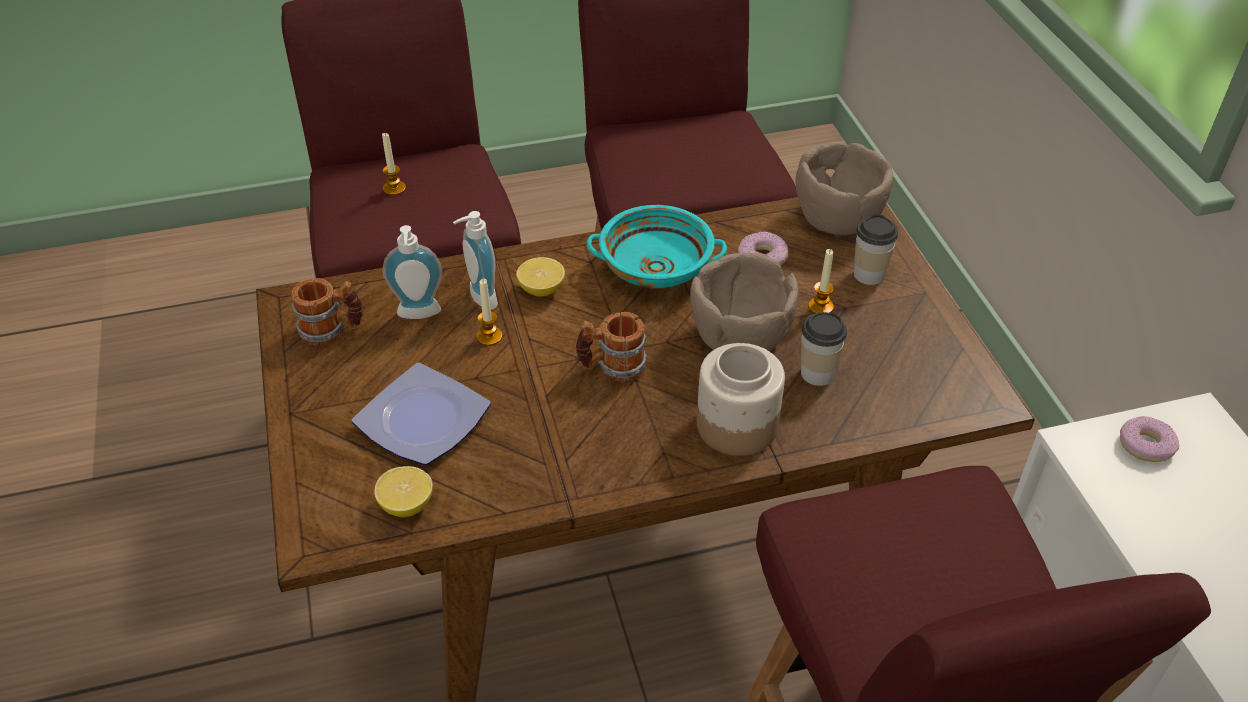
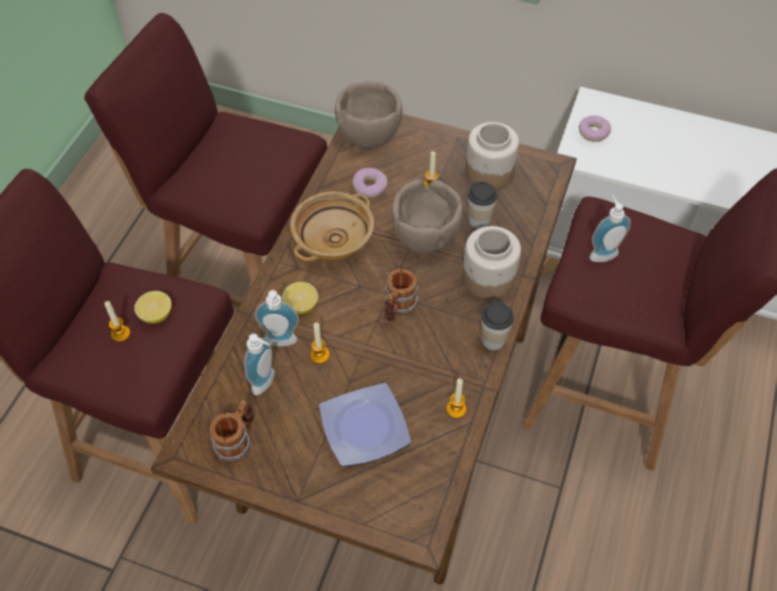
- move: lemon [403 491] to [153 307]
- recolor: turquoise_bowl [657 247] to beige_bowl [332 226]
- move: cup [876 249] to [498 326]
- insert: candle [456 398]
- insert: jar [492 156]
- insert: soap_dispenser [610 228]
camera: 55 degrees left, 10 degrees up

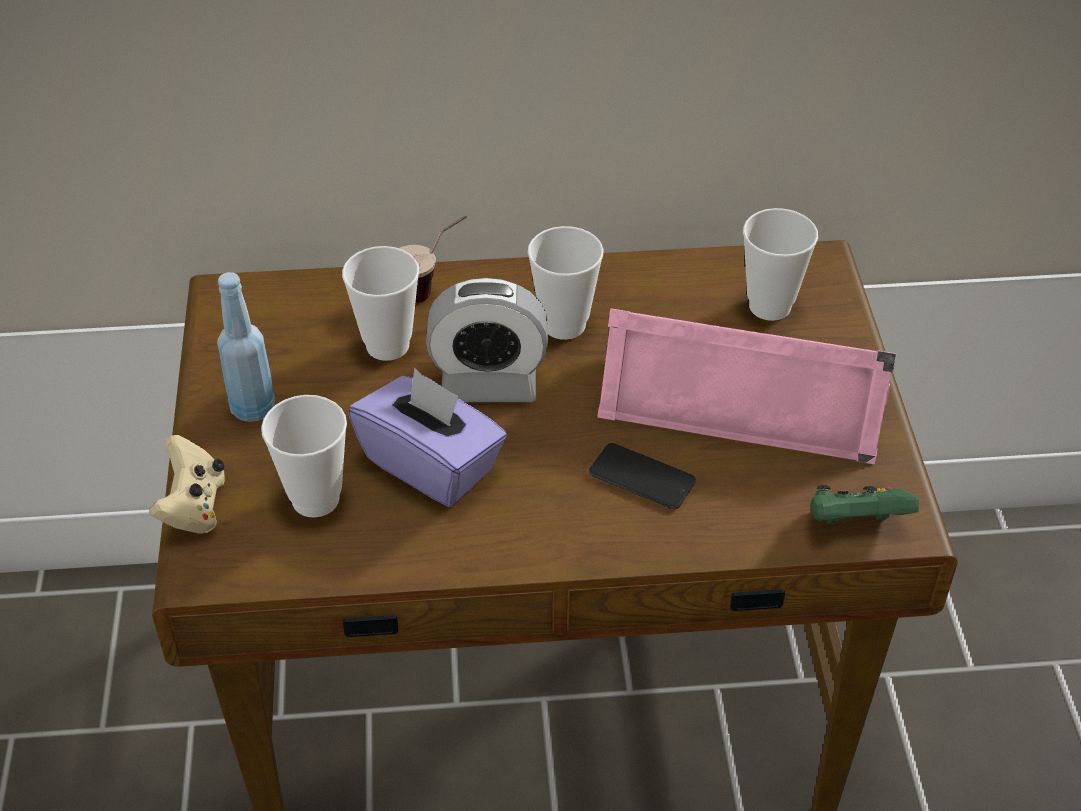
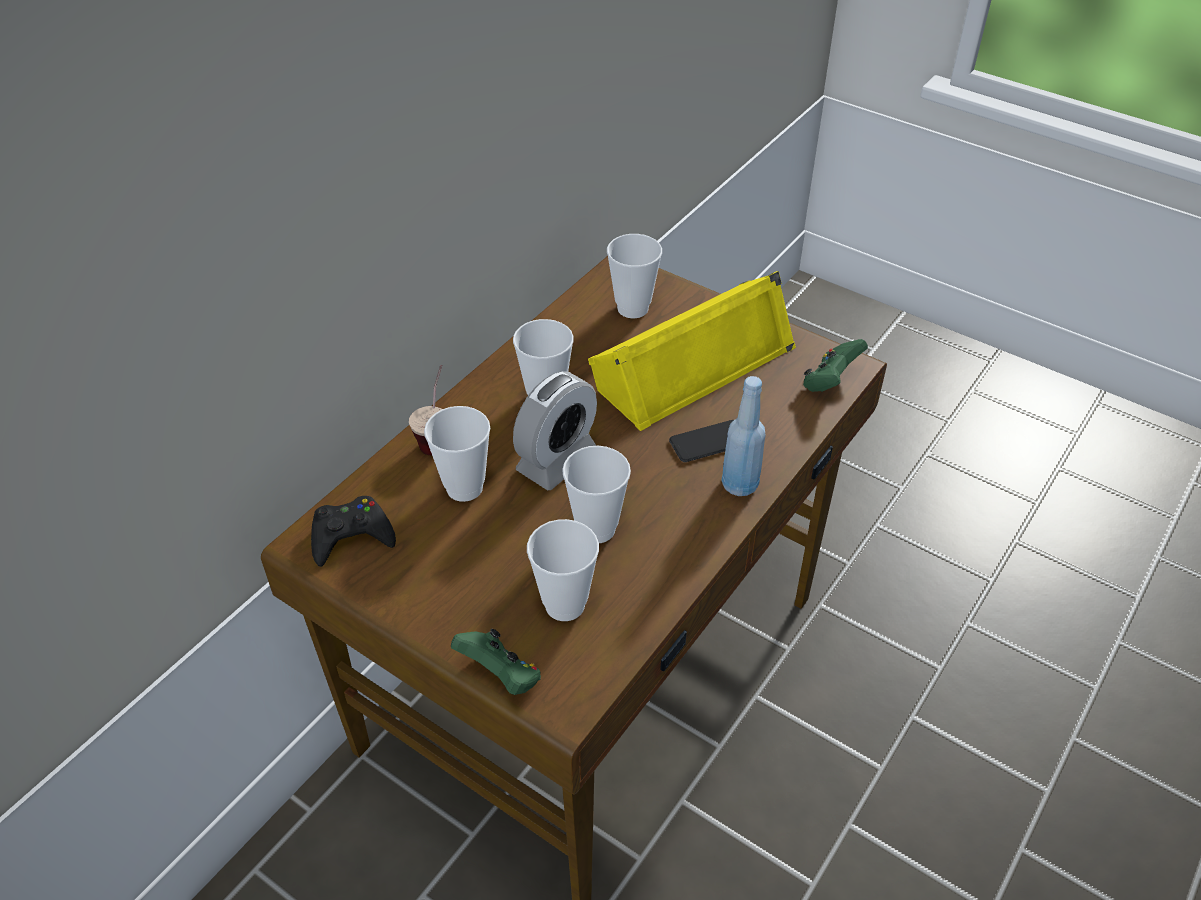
- recolor: beige_game_controller [187 484] to green_game_controller [496 662]
- move: blue_bottle [246 347] to [743 436]
- replace: purple_tissue_box [427 437] to cup [596 494]
- recolor: pink_speaker [747 386] to yellow_speaker [692 351]
- insert: black_game_controller [353 531]
camera: 50 degrees left, 0 degrees up

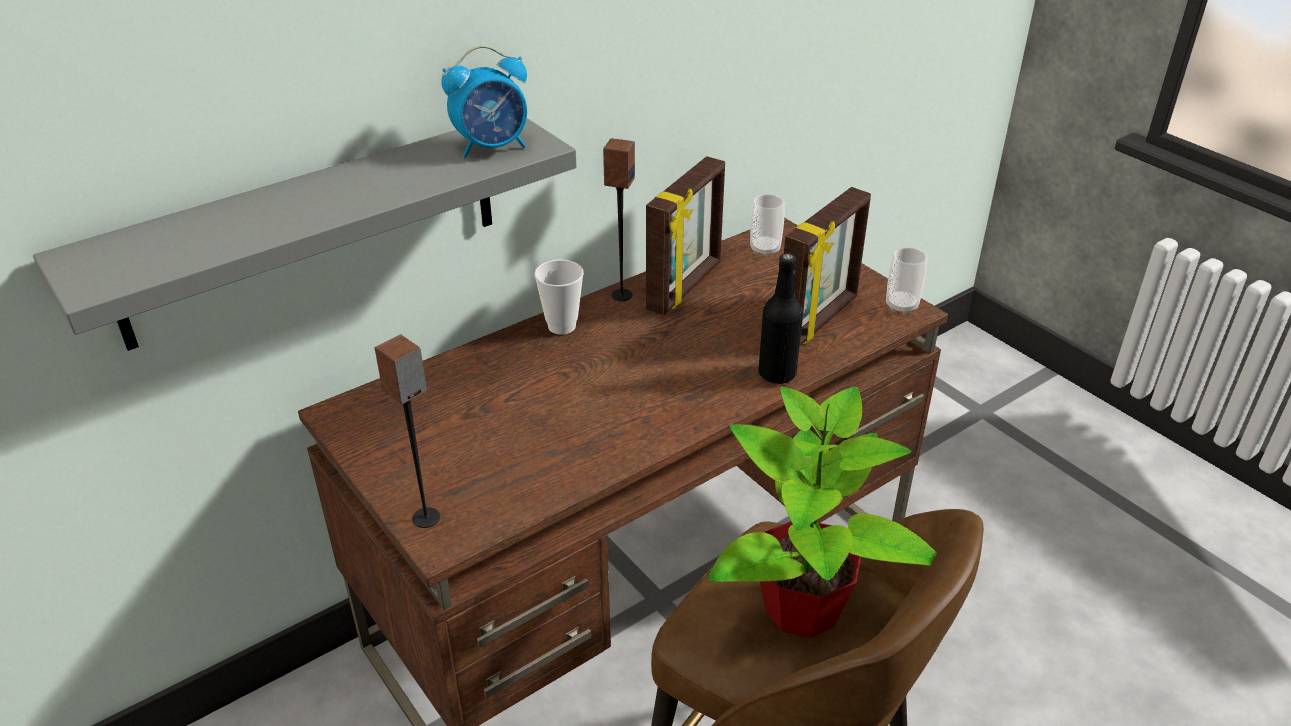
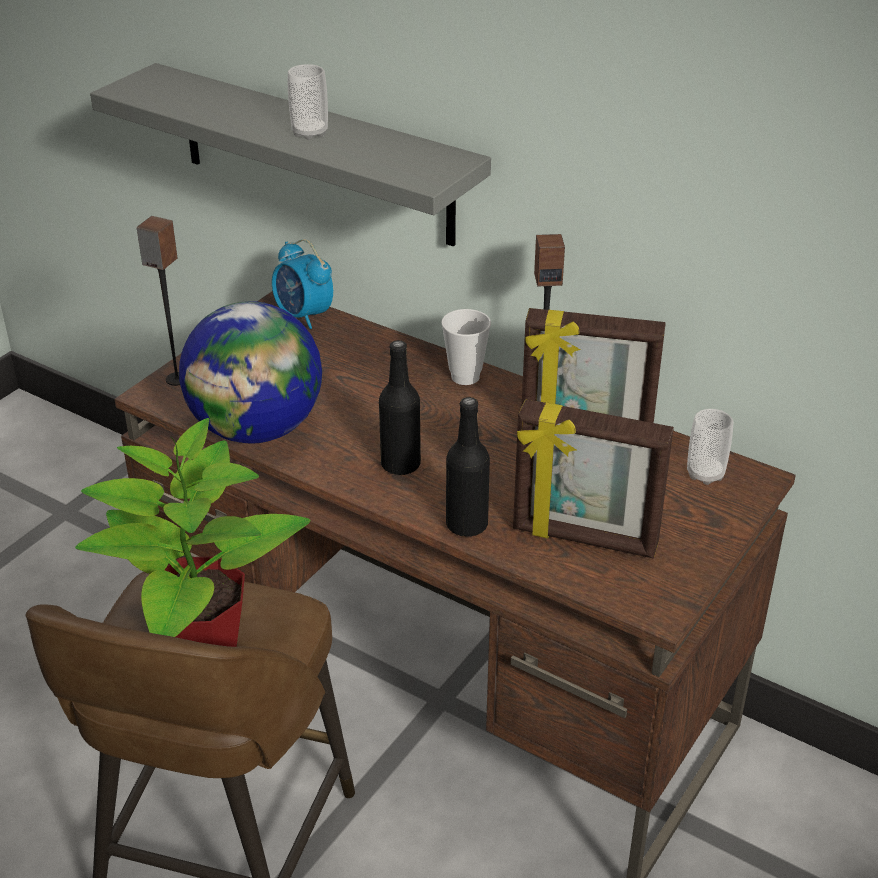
- move: alarm_clock [484 101] to [302 284]
- move: cup [906 280] to [308 102]
- insert: globe [250 372]
- insert: black_bottle [400 407]
camera: 70 degrees right, 0 degrees up

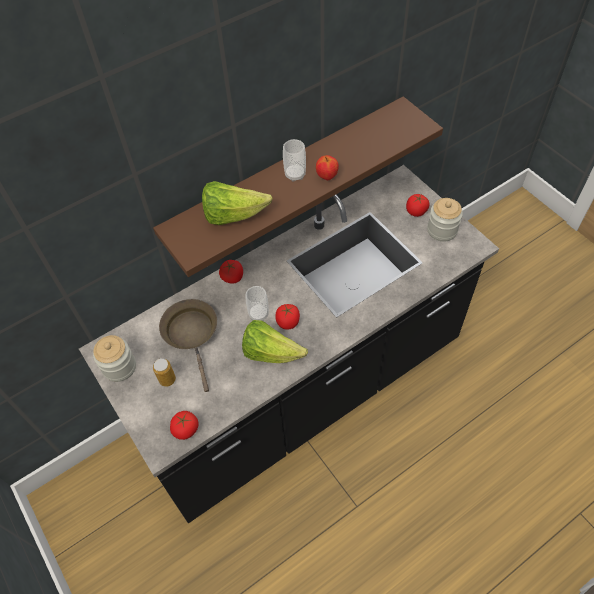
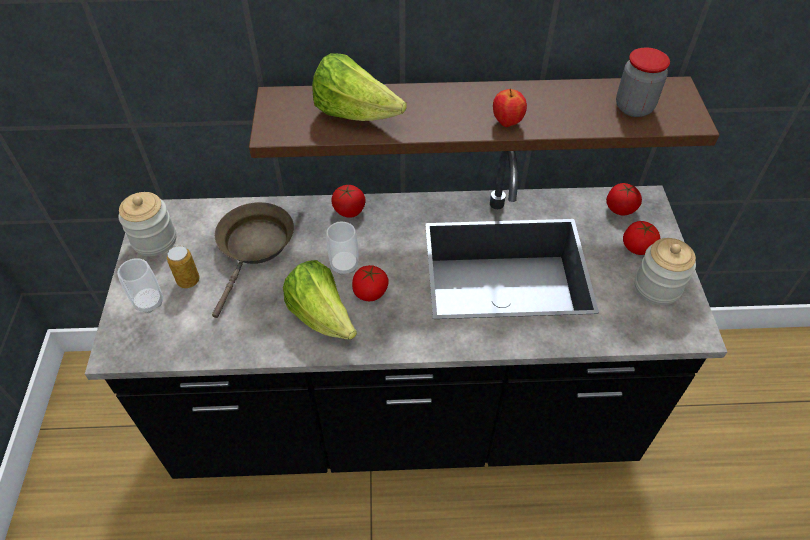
- move: tomato [184 425] to [624 199]
- move: cup [294 160] to [140 285]
- insert: jar [643 82]
camera: 30 degrees right, 5 degrees down

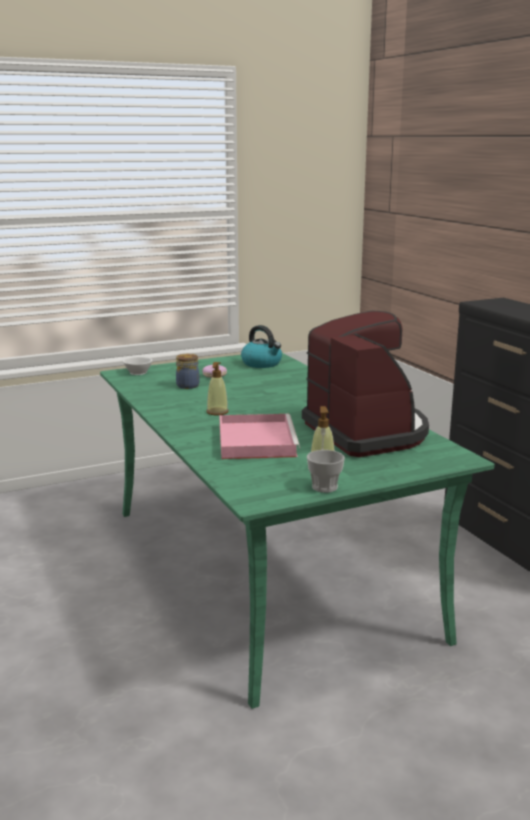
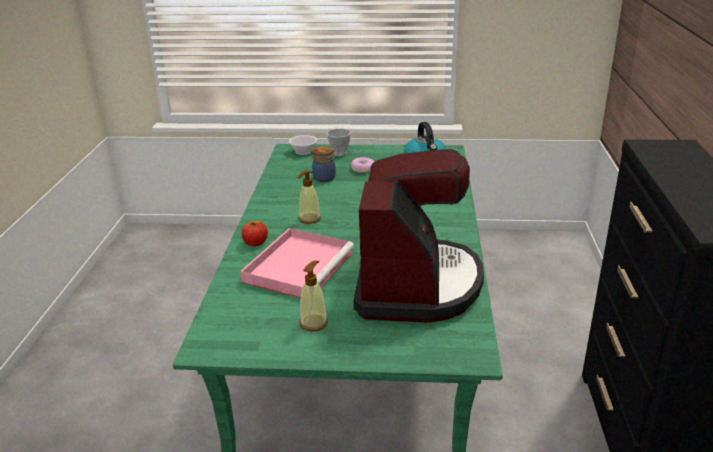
- move: cup [326 471] to [339 142]
- insert: apple [254 233]
camera: 30 degrees right, 10 degrees up

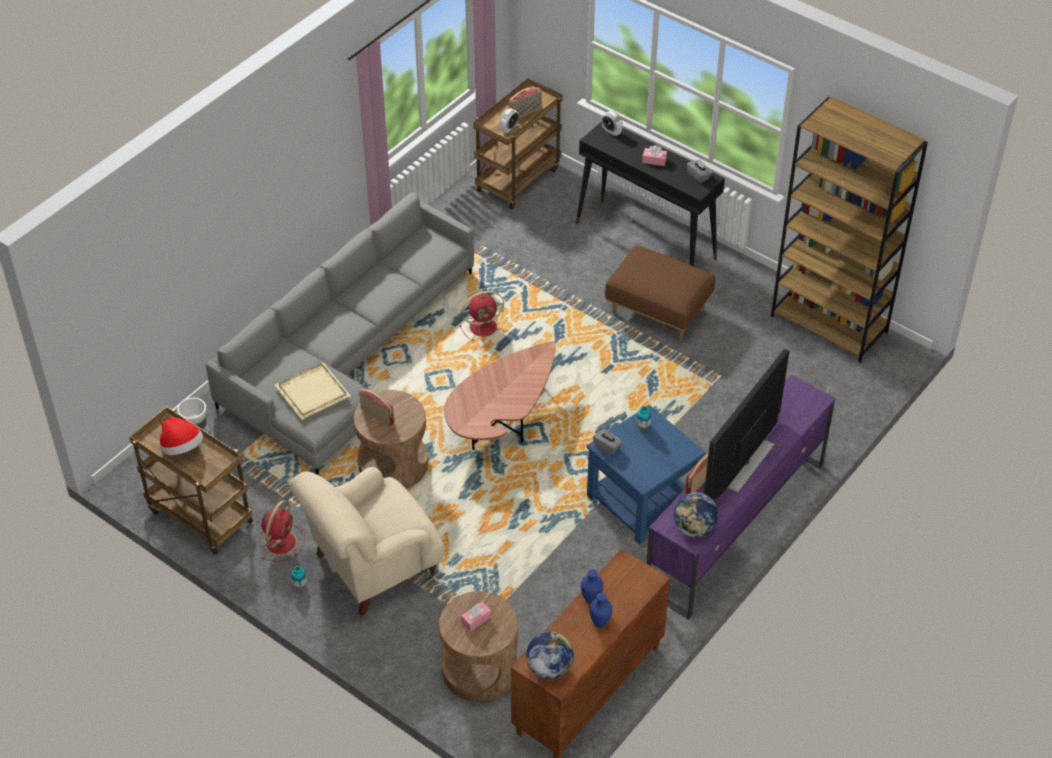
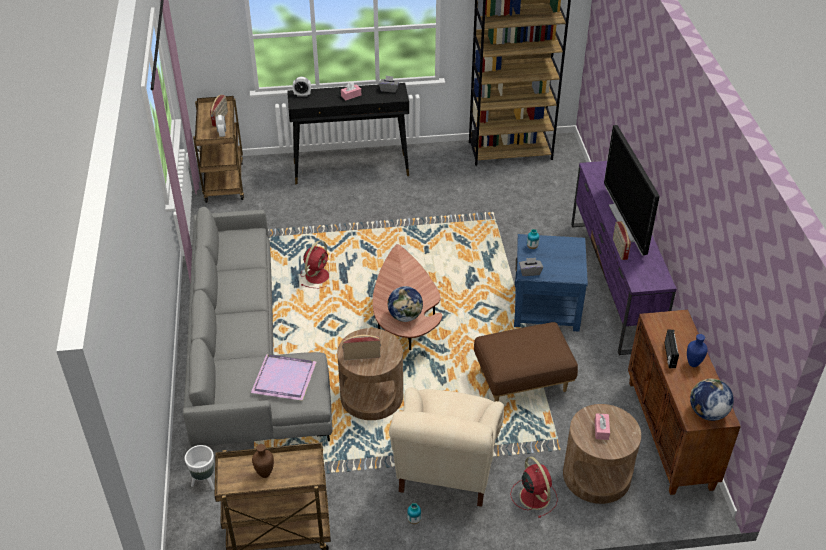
- replace: hat [181 436] to brown_vase [263 461]
- move: red_fan [282 531] to [534 487]
- recolor: beige_tray [313 391] to purple_tray [284 377]
- replace: blue_vase [592 586] to radio [672 348]
- move: brown_ottoman [660 293] to [526 362]
- move: globe [696 514] to [405 304]
camera: 45 degrees left, 5 degrees down

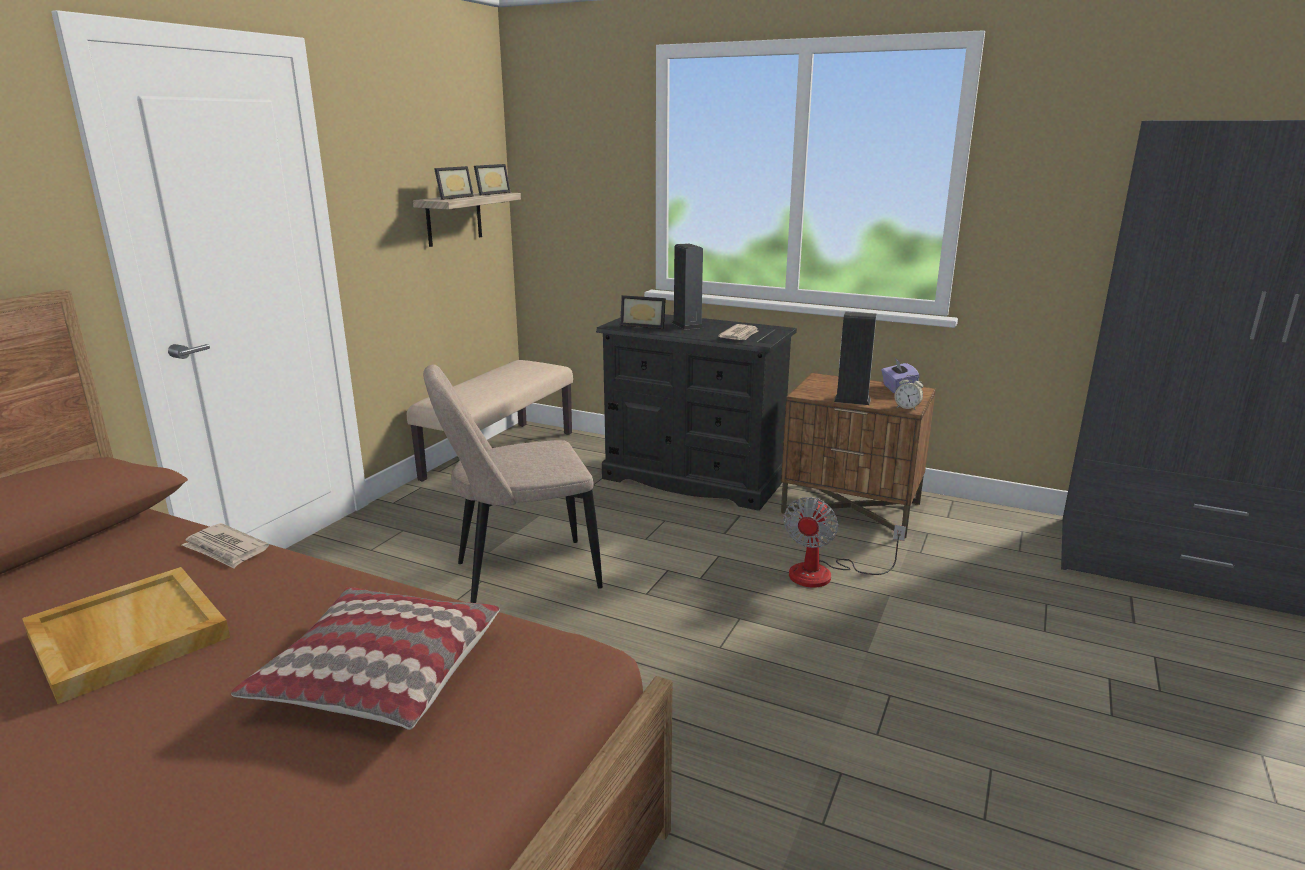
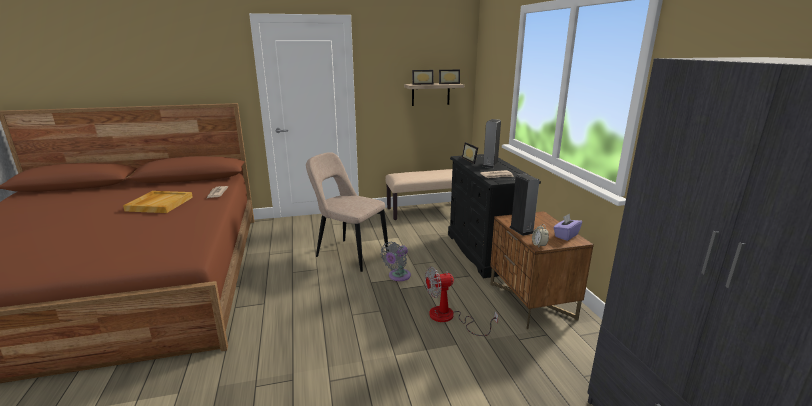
- delete: pillow [365 658]
- insert: grey_fan [396 261]
camera: 50 degrees right, 0 degrees up

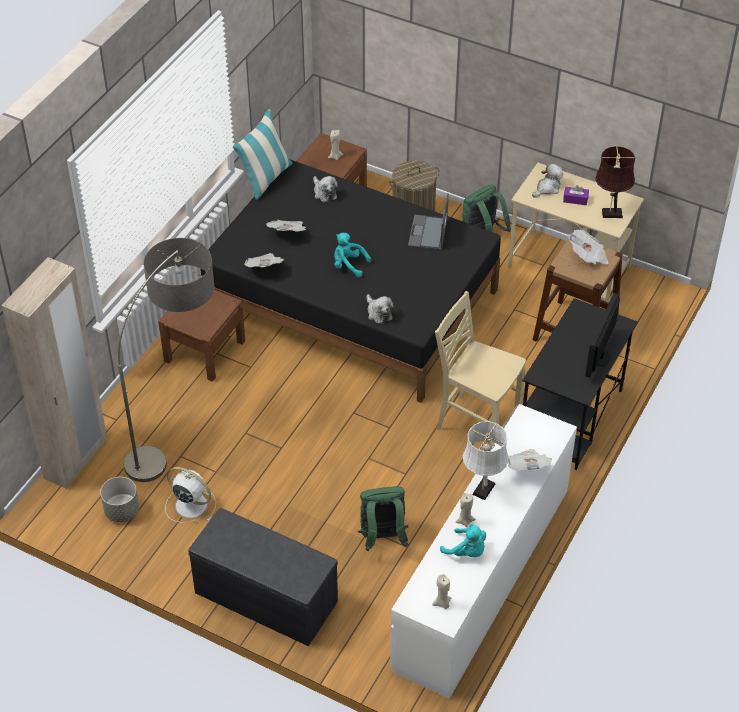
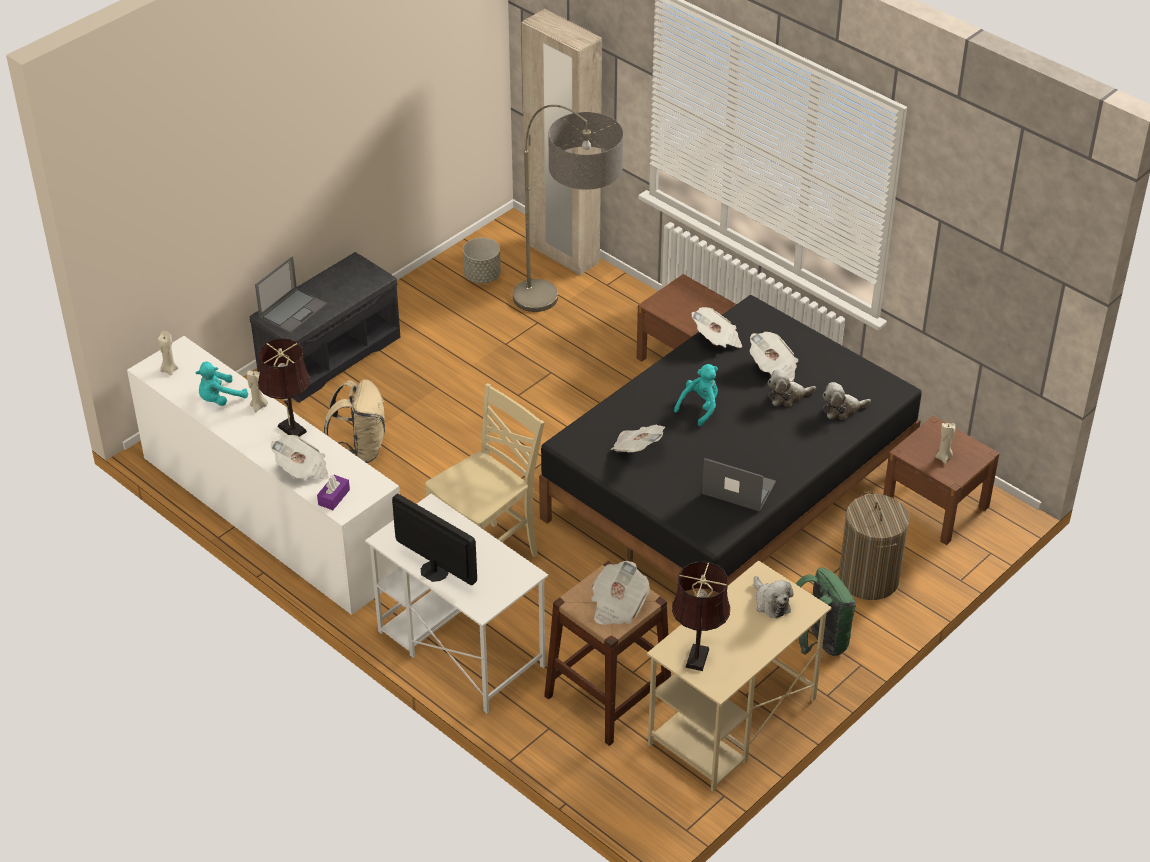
- delete: white_fan [190 495]
- delete: pillow [262 154]
- recolor: green_backpack [383 518] to beige_backpack [354 421]
- move: plush_toy [380 309] to [792 388]
- recolor: white_table_lamp [486 460] to brown_table_lamp [284 387]
- recolor: black_desk [579 384] to white_desk [456 603]
- move: purple_tissue_box [576 195] to [333 492]
- insert: laptop [291 294]
- insert: newspaper [637 438]
camera: 105 degrees right, 5 degrees down

